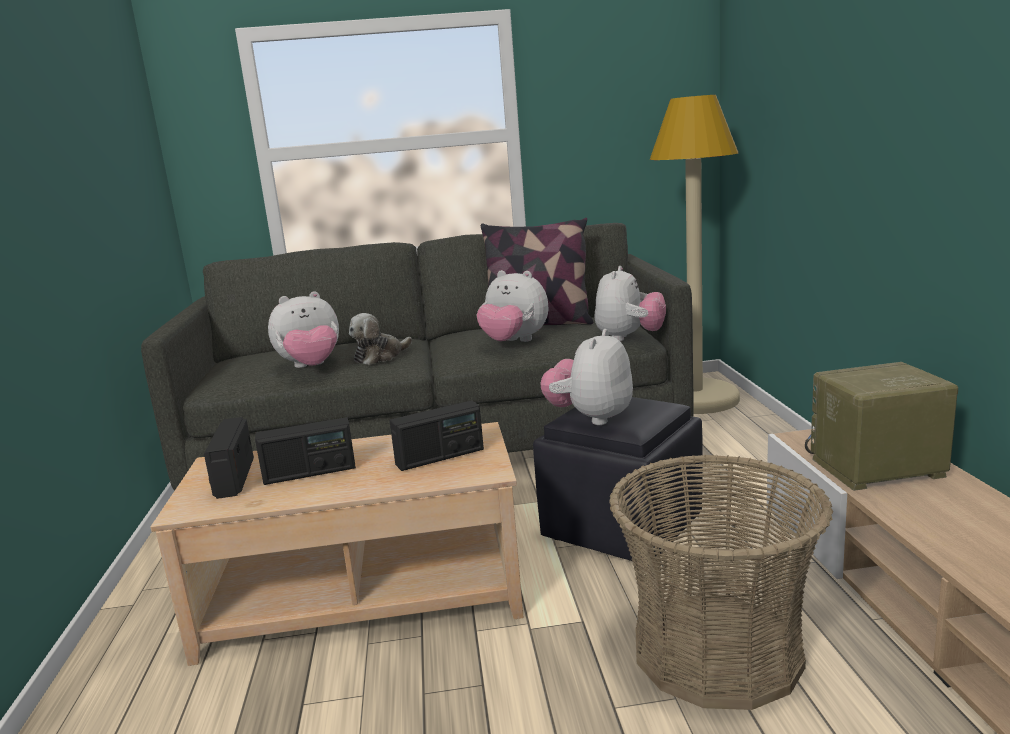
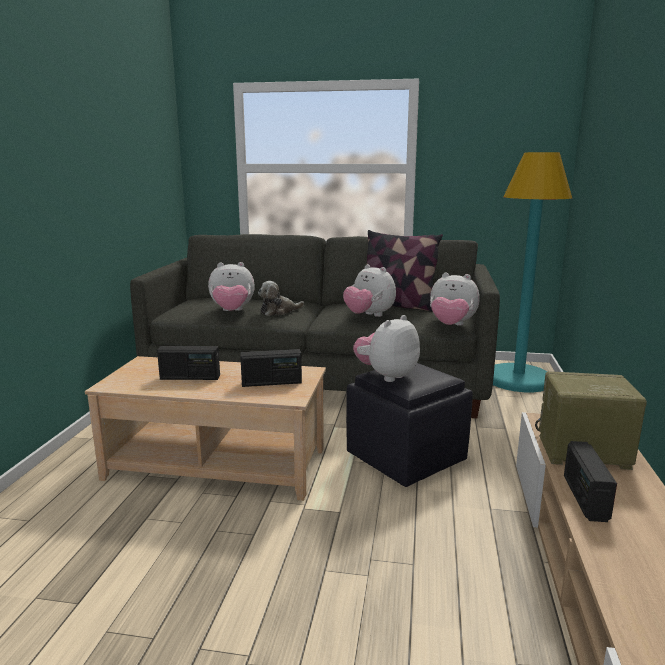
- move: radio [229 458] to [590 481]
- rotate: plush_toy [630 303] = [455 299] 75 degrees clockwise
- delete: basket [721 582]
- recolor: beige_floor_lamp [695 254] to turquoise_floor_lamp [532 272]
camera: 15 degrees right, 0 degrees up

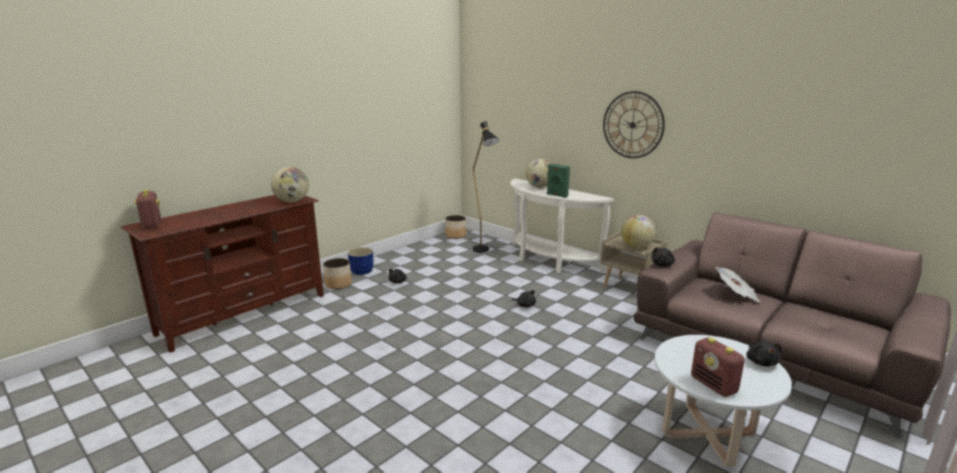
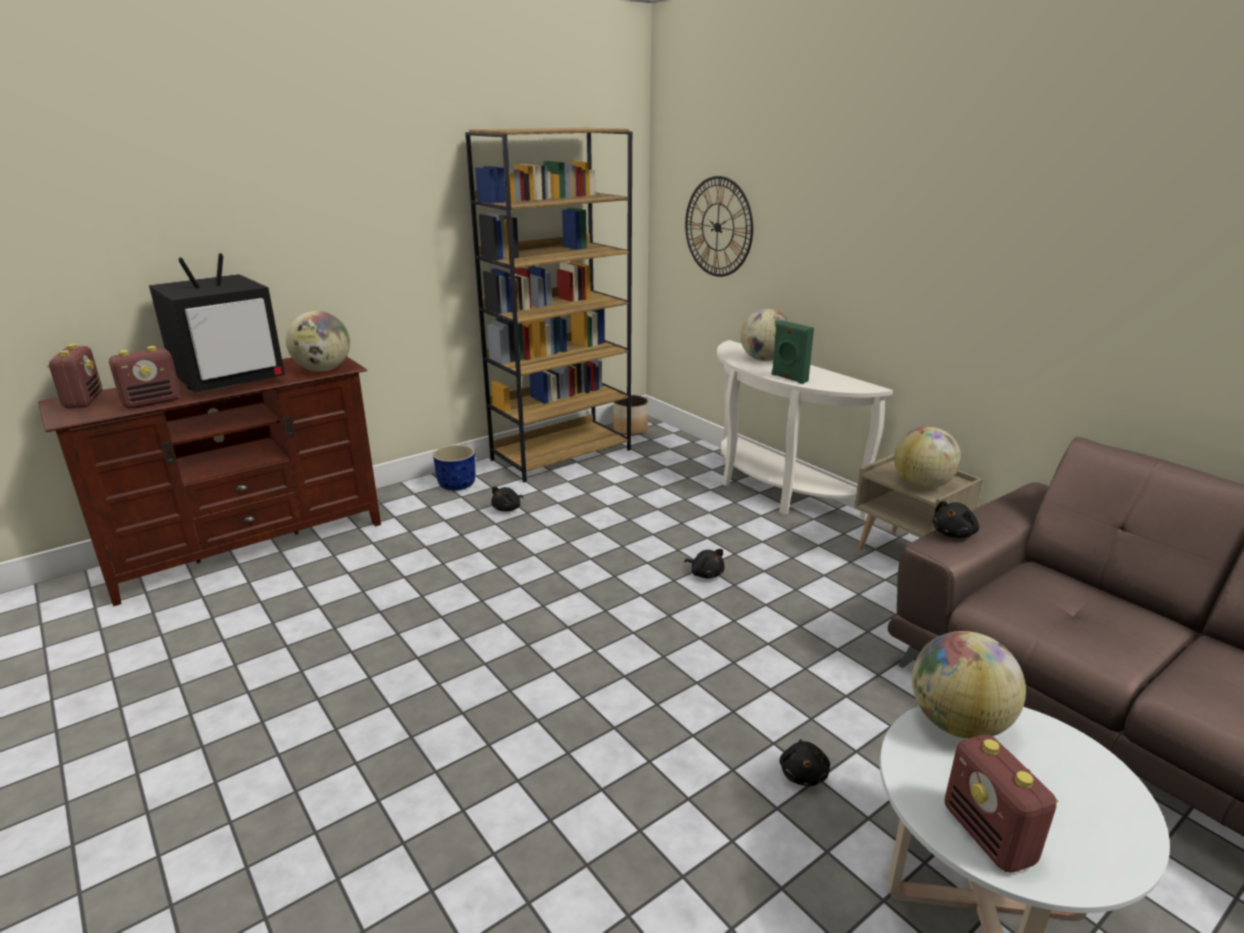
- delete: planter [337 273]
- delete: black_floor_lamp [486 187]
- move: wall_clock [634 124] to [719 226]
- delete: newspaper [738 284]
- move: black_plush_toy [764 353] to [804 762]
- insert: radio [145 377]
- insert: television [217 323]
- insert: brown_bookcase [548 305]
- insert: globe [969 685]
camera: 10 degrees right, 5 degrees up

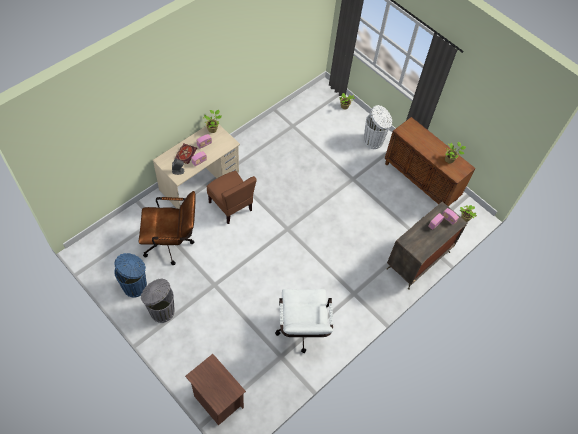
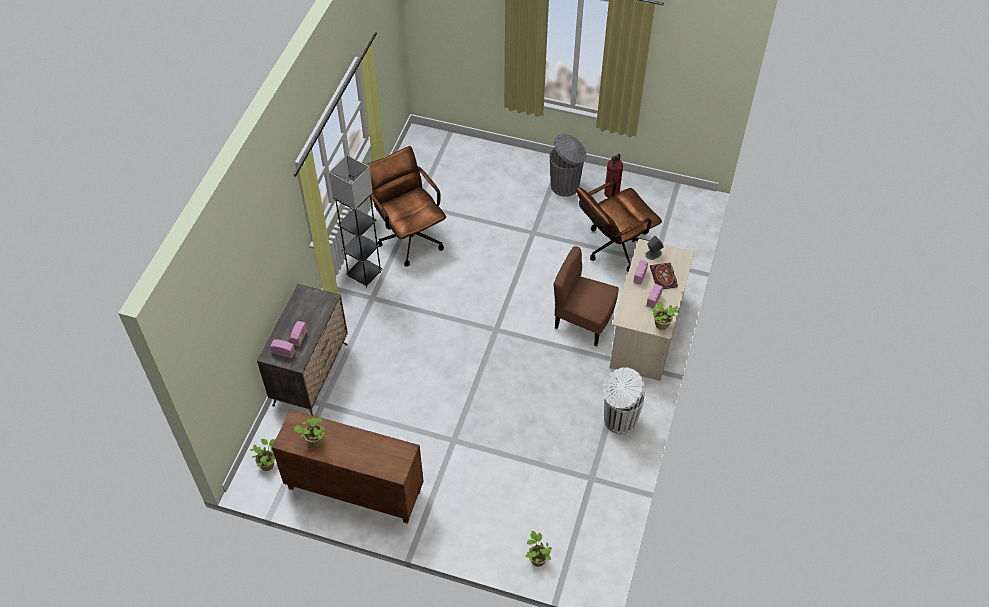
- replace: blue_trash_can [130 275] to fire_extinguisher [613 176]
- delete: brown_nightstand [215 390]
- recolor: white_office_chair [304 321] to brown_office_chair [406 206]
- move: white_trash_can [377 127] to [624 400]
- insert: grey_floor_lamp [356 221]
camera: 155 degrees right, 5 degrees down

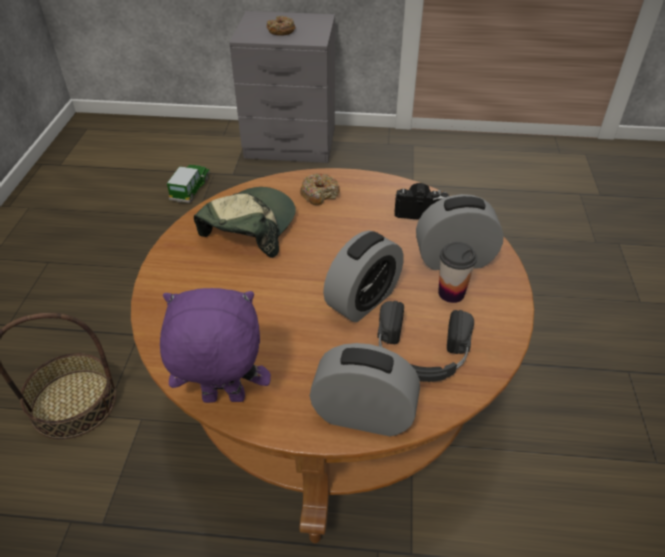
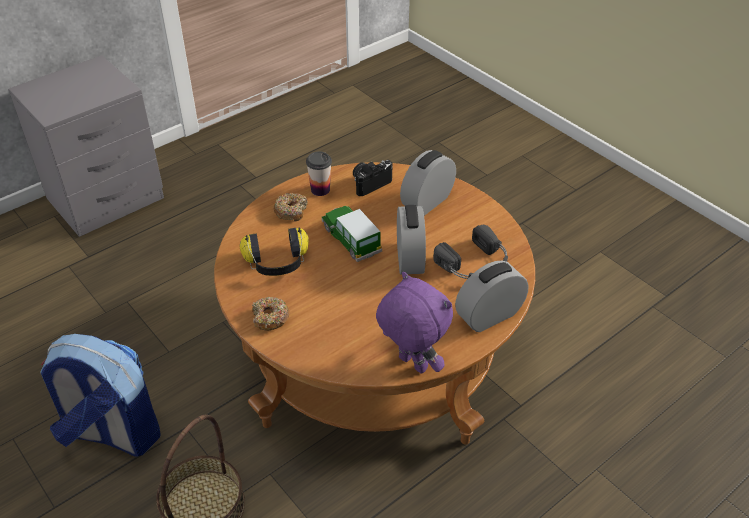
- rotate: purple_plush_toy [215 345] = [414 323] 90 degrees clockwise
- move: toy_car [188 184] to [351 234]
- replace: cap [245 222] to headphones [274 252]
- move: donut [281 26] to [271 314]
- move: cup [457 272] to [319 173]
- insert: backpack [100 395]
camera: 45 degrees left, 0 degrees up

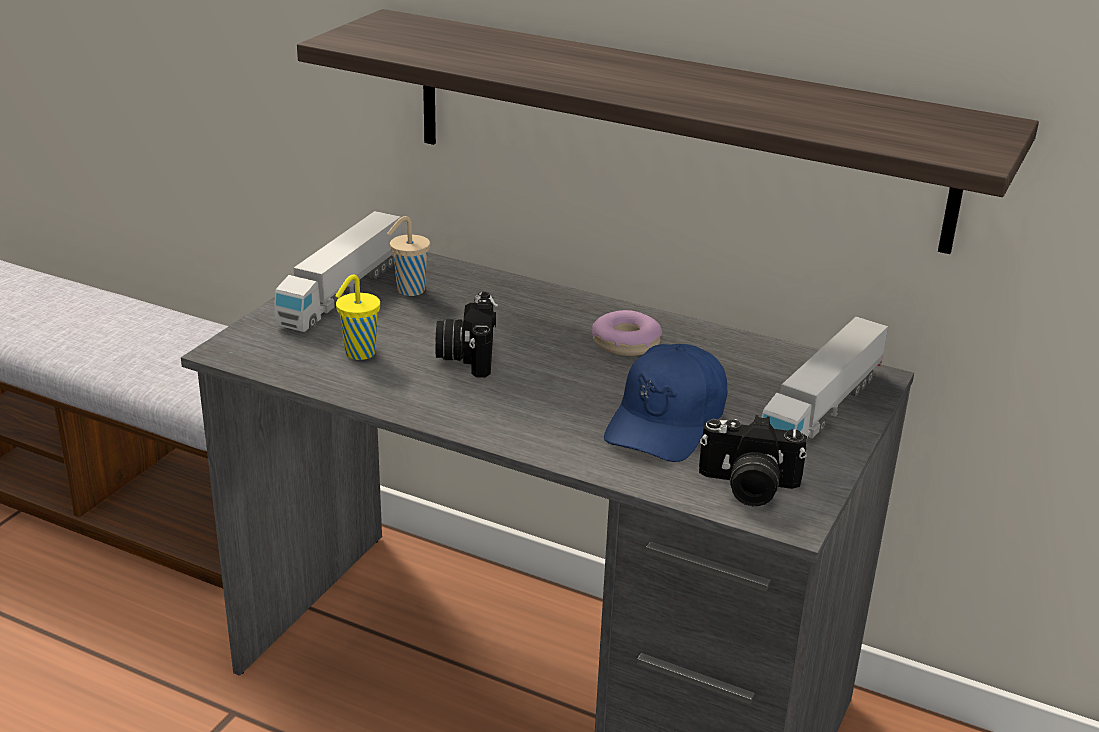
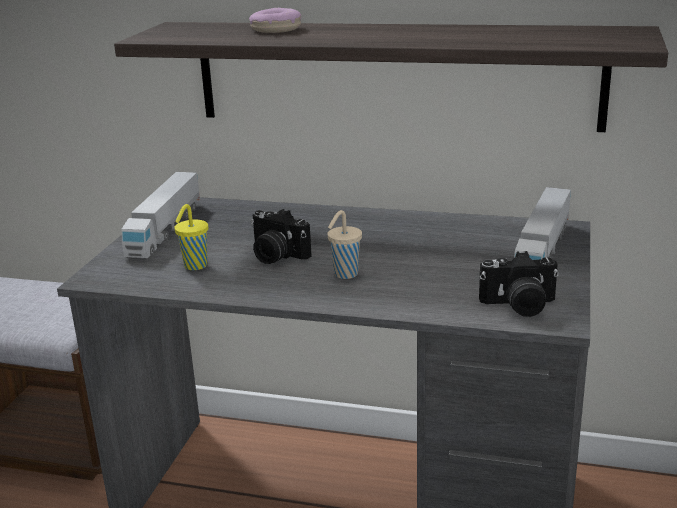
- move: beige_cup [408 256] to [344 244]
- rotate: photo_camera [466 335] = [281 236] 45 degrees counterclockwise
- move: donut [627 333] to [275 20]
- delete: blue_cap [666 403]
camera: 10 degrees left, 5 degrees down

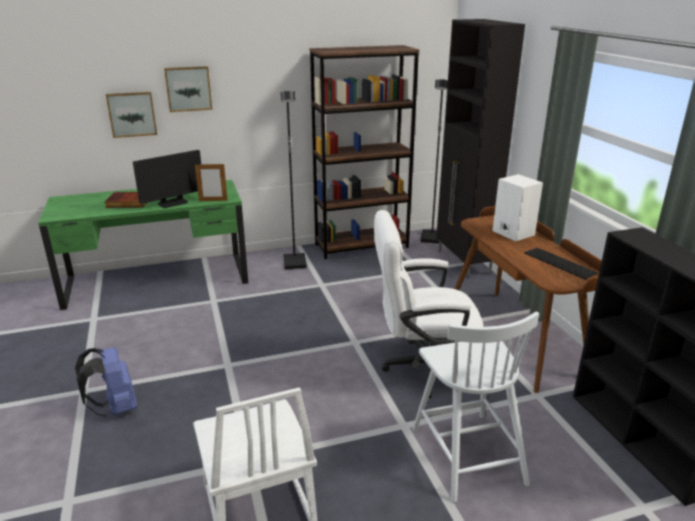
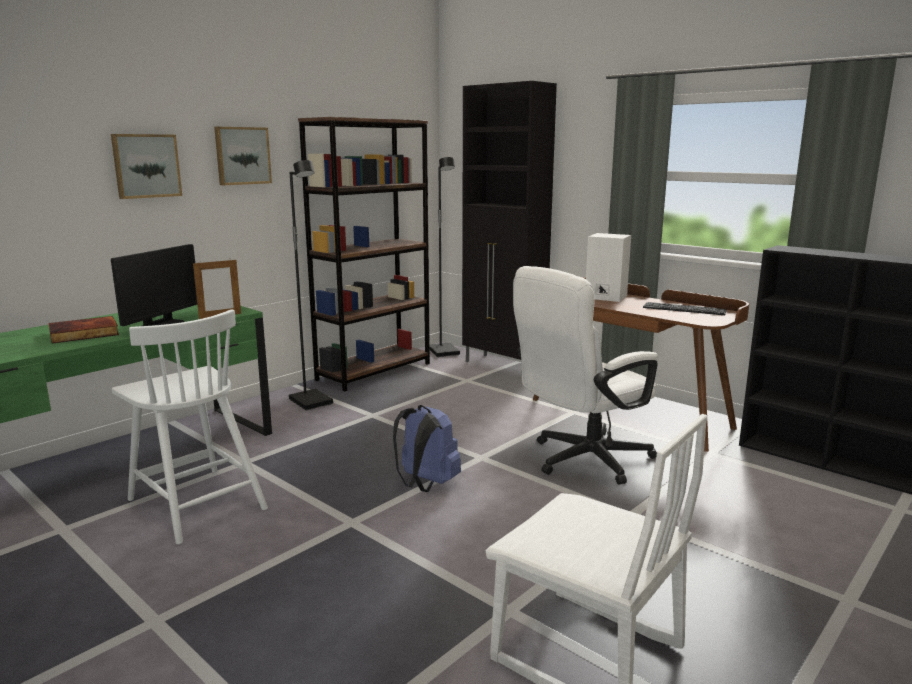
- move: blue_backpack [106 381] to [427 448]
- move: picture [131 115] to [243 156]
- move: white_chair [476 407] to [190 427]
camera: 30 degrees left, 10 degrees down

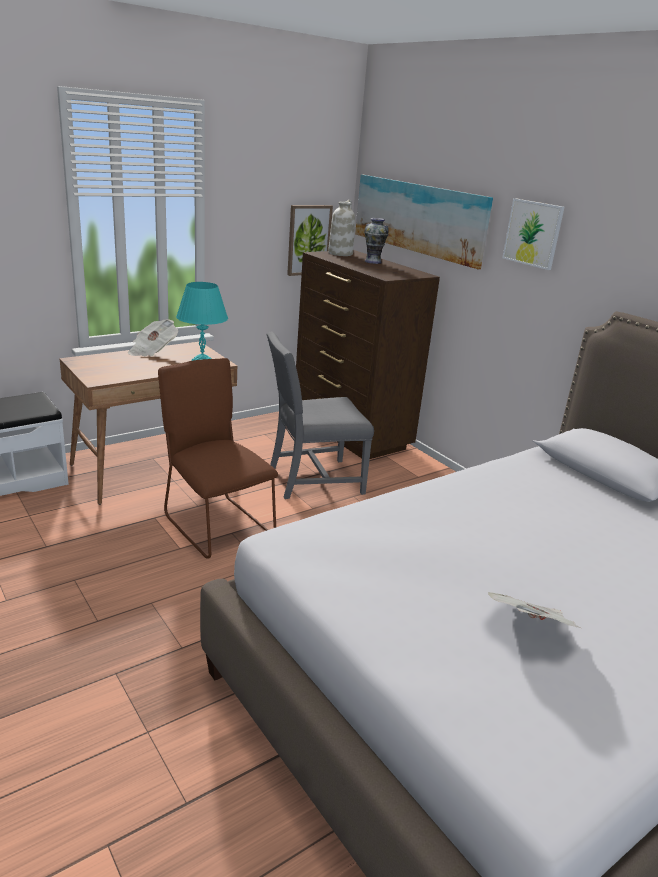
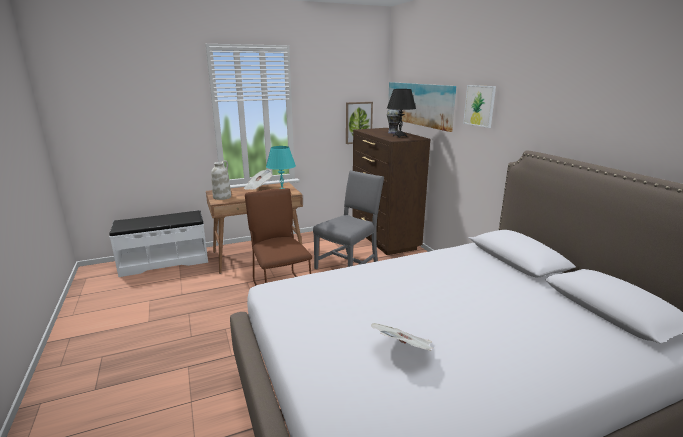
- rotate: grey_chair [320 415] = [348 219] 135 degrees clockwise
- move: white_vase [341 228] to [221 180]
- insert: black_table_lamp [401 113]
camera: 15 degrees right, 5 degrees down

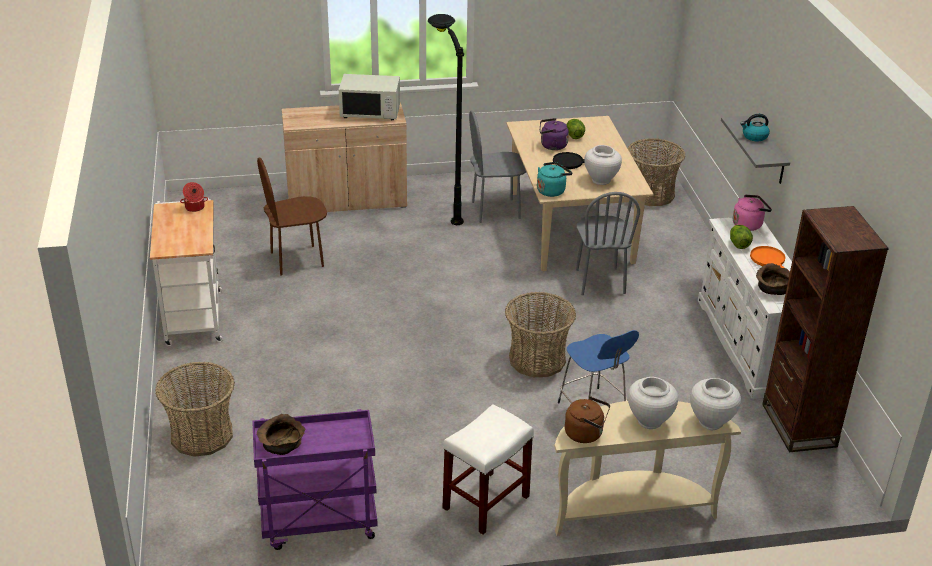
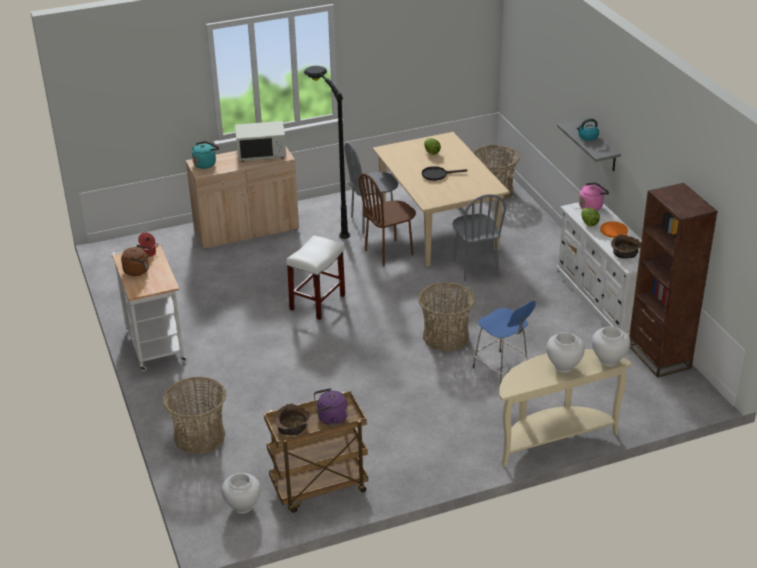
- recolor: purple_cart [315 479] to brown_cart [316 452]
- move: brown_chair [292 216] to [387 220]
- move: white_stool [488 469] to [315 277]
- move: turquoise_kettle [555 179] to [205 155]
- move: purple_kettle [554 134] to [331 406]
- move: brown_kettle [587 419] to [136 260]
- move: white_vase [603 165] to [241 493]
camera: 10 degrees left, 0 degrees up

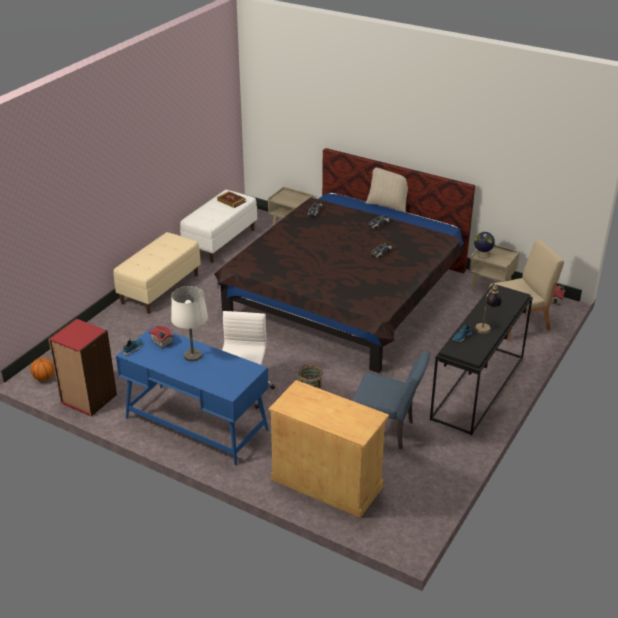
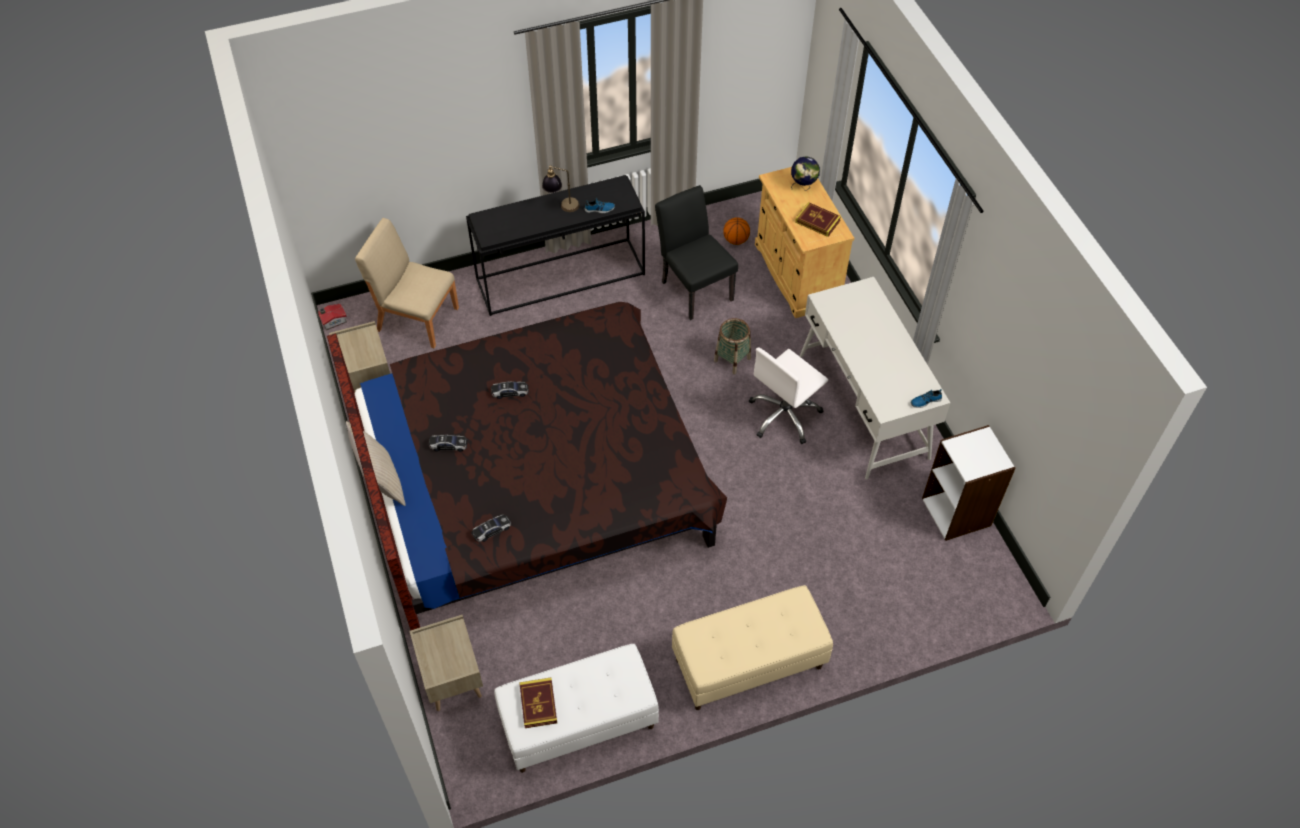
- move: basketball [42 369] to [736 231]
- recolor: red_bookcase [82 367] to white_bookcase [969 483]
- recolor: blue_desk [192 395] to white_desk [875 378]
- delete: toy_house [161 337]
- delete: white_table_lamp [189 323]
- recolor: blue_chair [391 400] to black_chair [696 252]
- move: globe [484 245] to [805 173]
- insert: book [818 219]
camera: 140 degrees left, 20 degrees up

